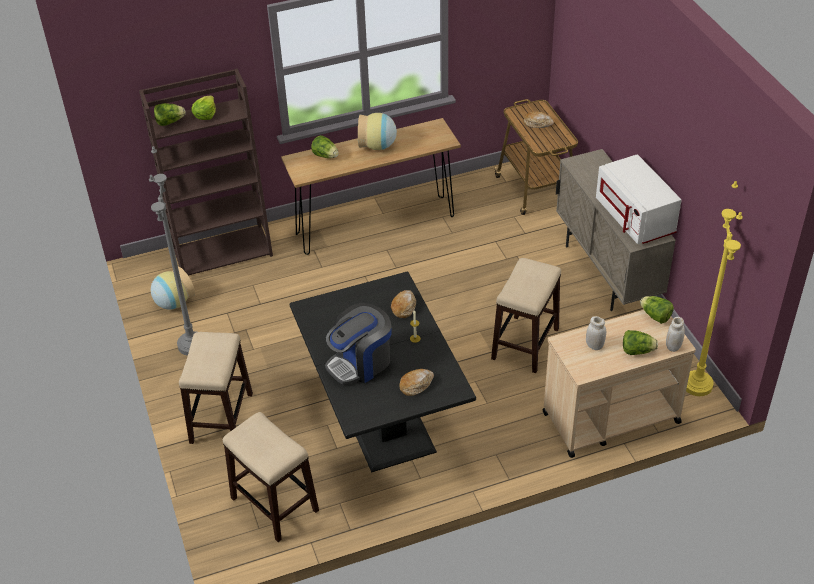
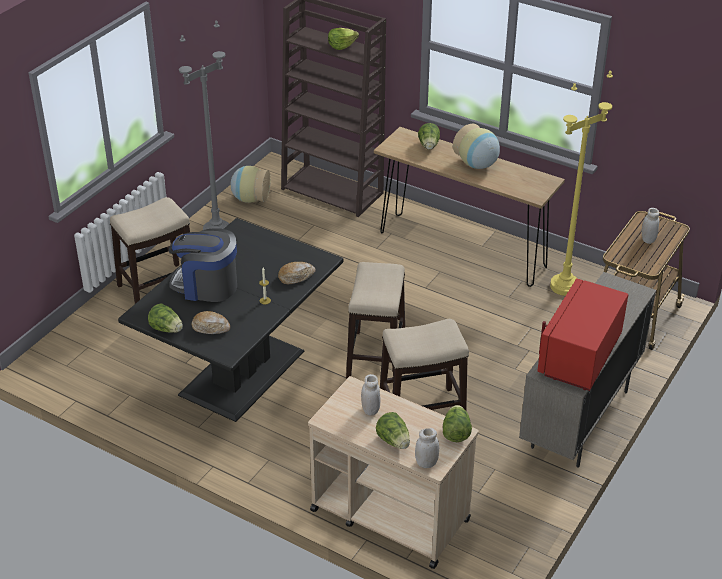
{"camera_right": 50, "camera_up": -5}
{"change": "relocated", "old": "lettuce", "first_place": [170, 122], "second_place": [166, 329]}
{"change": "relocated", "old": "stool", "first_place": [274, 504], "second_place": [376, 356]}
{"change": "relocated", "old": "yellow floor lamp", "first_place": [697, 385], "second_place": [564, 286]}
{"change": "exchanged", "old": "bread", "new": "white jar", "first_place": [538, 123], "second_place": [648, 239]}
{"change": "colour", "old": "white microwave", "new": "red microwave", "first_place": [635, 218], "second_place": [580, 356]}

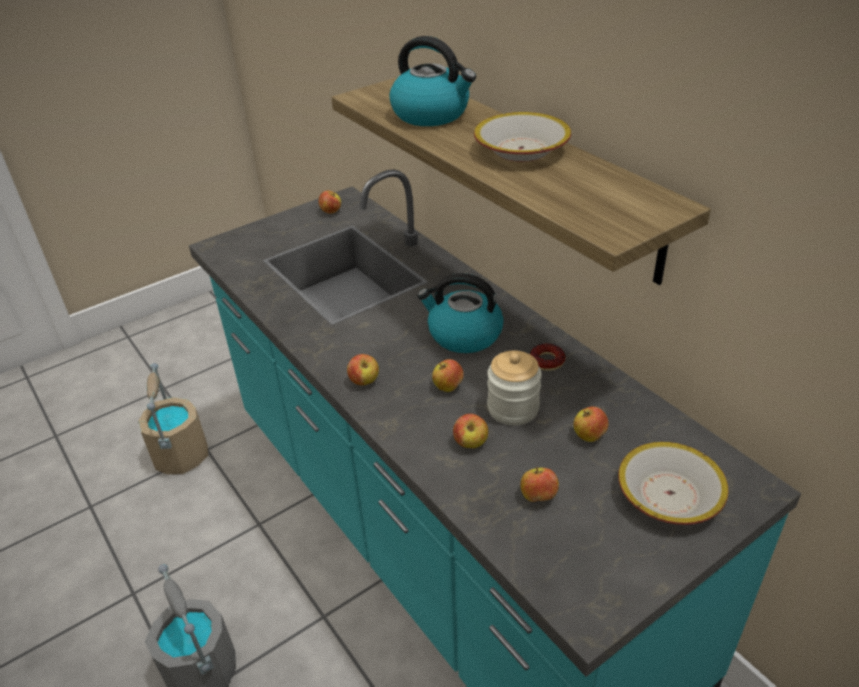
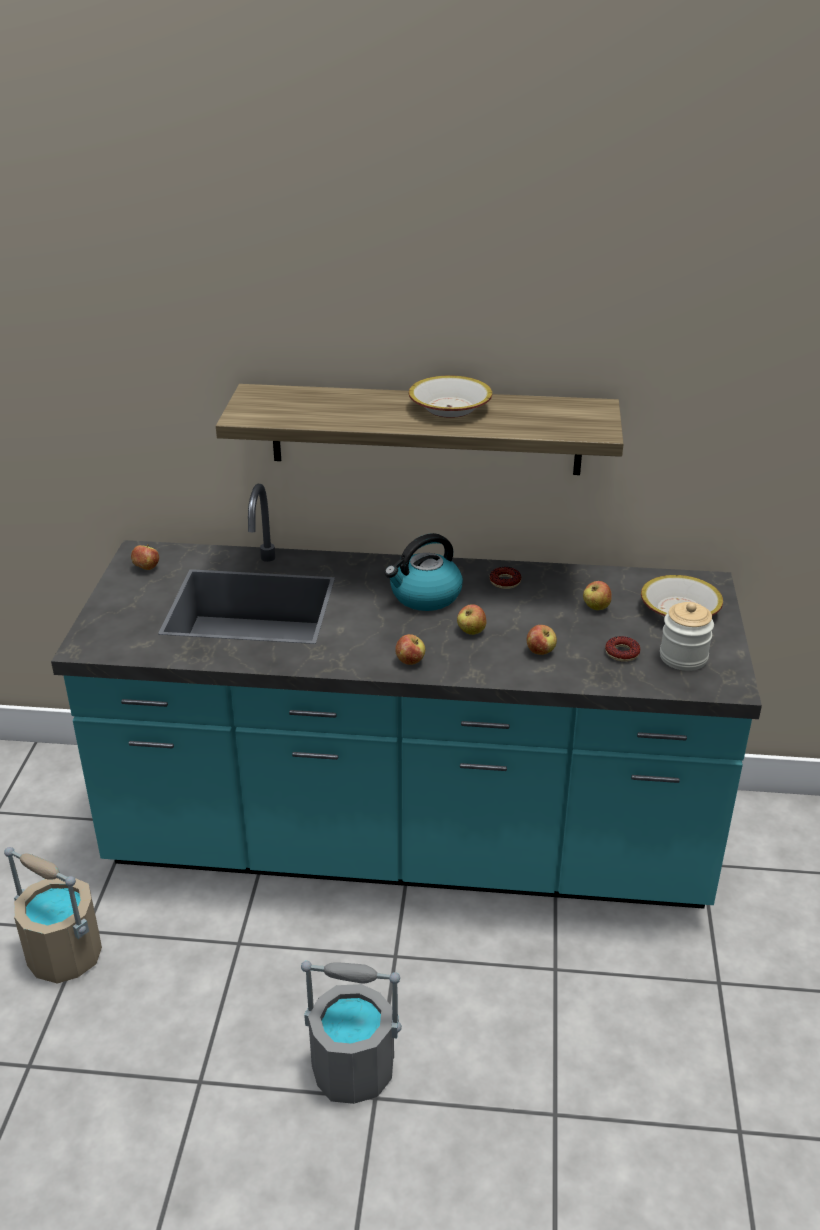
{"camera_right": -50, "camera_up": -5}
{"change": "missing", "old": "kettle", "first_place": [432, 114]}
{"change": "relocated", "old": "jar", "first_place": [513, 408], "second_place": [683, 657]}
{"change": "exchanged", "old": "apple", "new": "donut", "first_place": [538, 496], "second_place": [622, 653]}

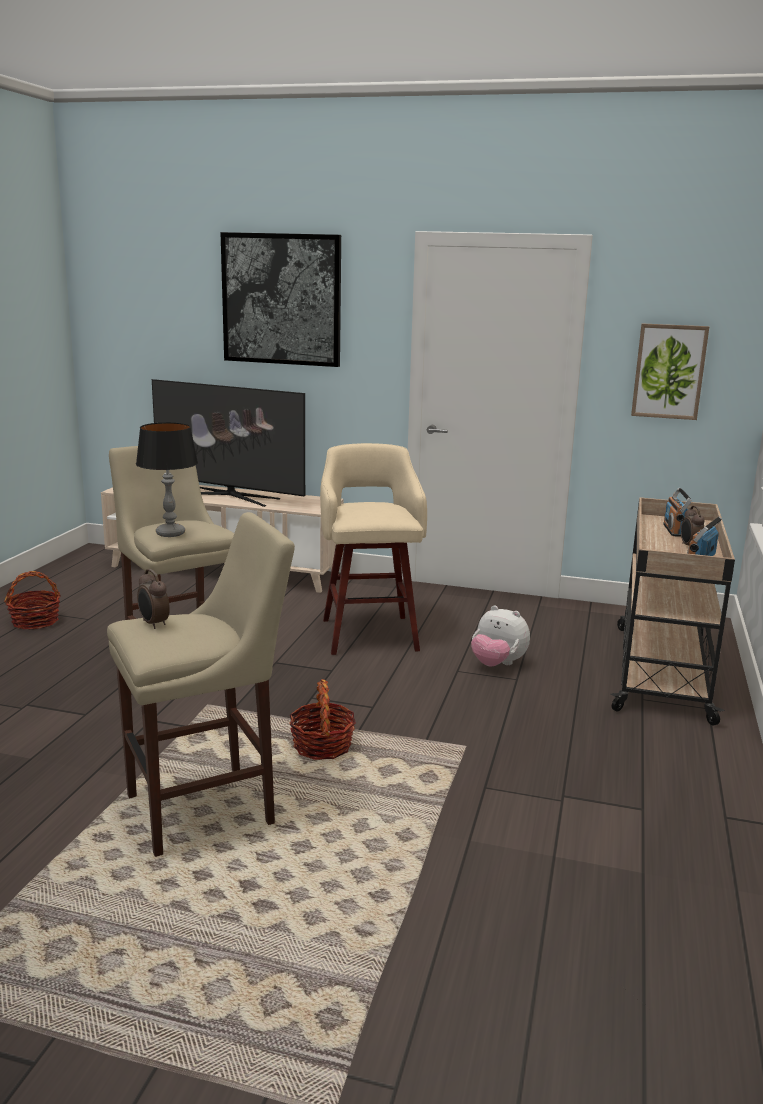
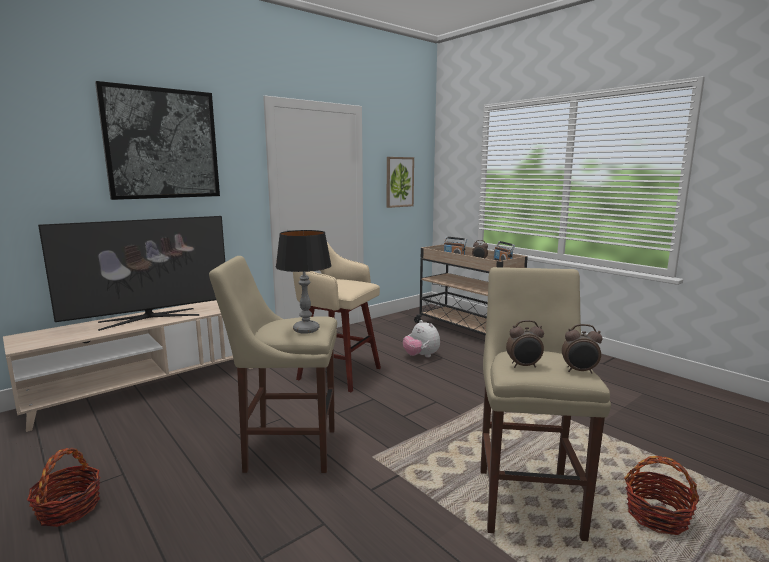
{"camera_right": -55, "camera_up": -5}
{"change": "appeared", "new": "alarm clock", "second_place": [579, 371]}
{"change": "relocated", "old": "basket", "first_place": [322, 746], "second_place": [657, 516]}
{"change": "spun", "old": "plush toy", "first_place": [497, 664], "second_place": [421, 356], "degrees": 75}

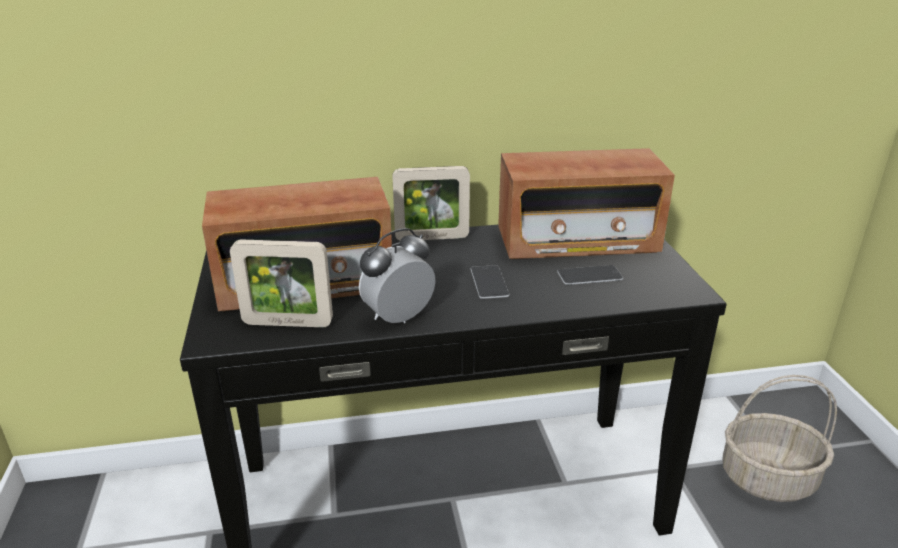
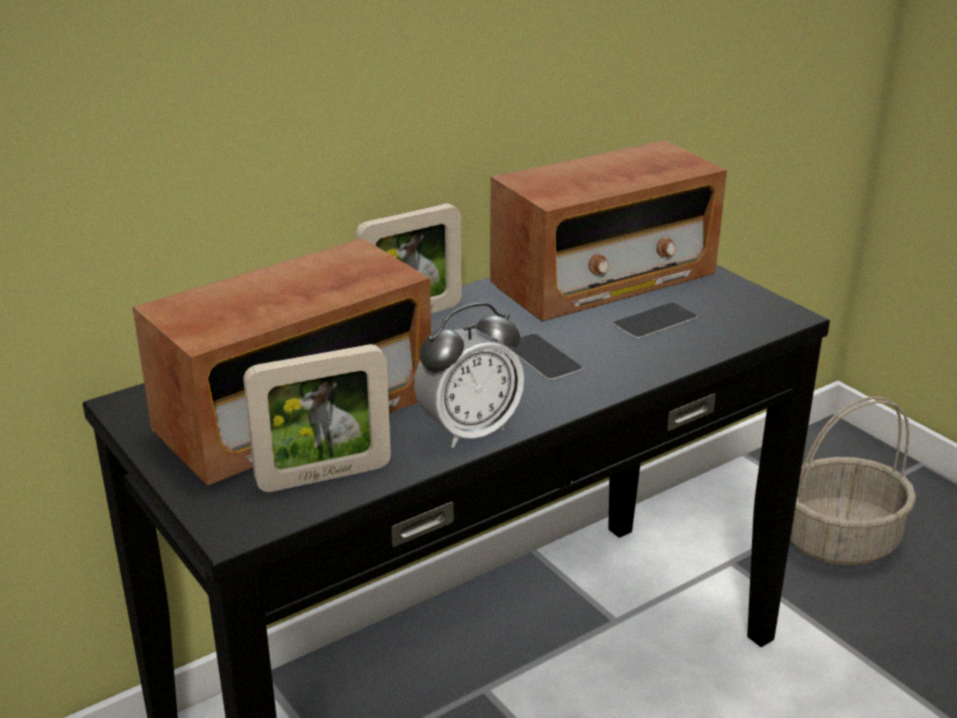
{"camera_right": -25, "camera_up": 0}
{"change": "spun", "old": "alarm clock", "first_place": [399, 318], "second_place": [469, 431], "degrees": -150}

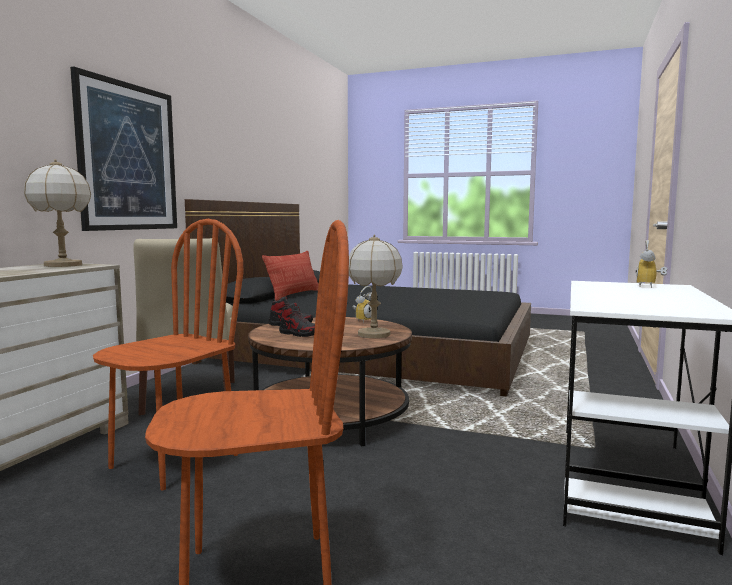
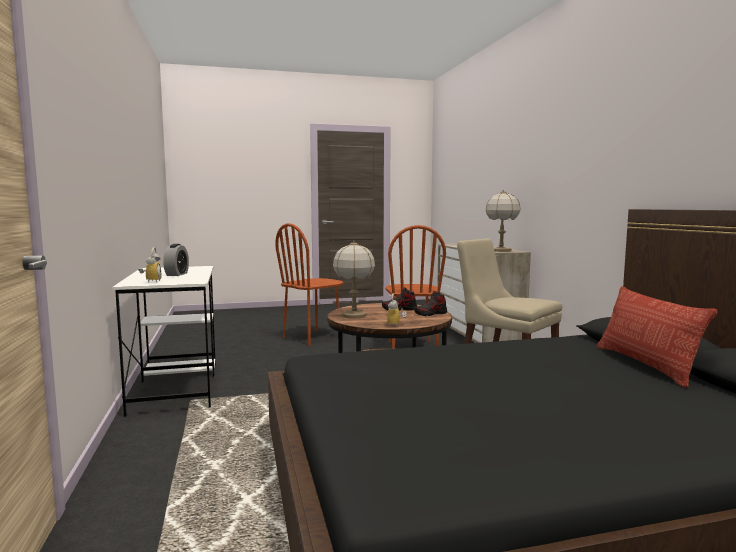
{"camera_right": 145, "camera_up": 0}
{"change": "missing", "old": "picture", "first_place": [128, 157]}
{"change": "appeared", "new": "alarm clock", "second_place": [177, 274]}

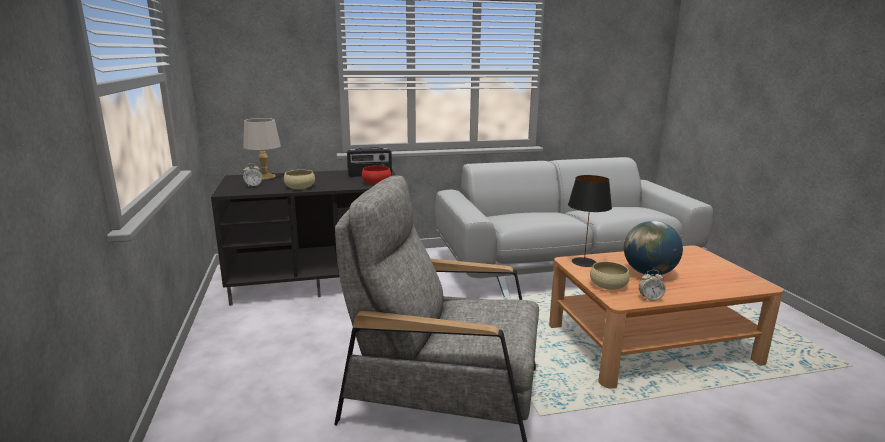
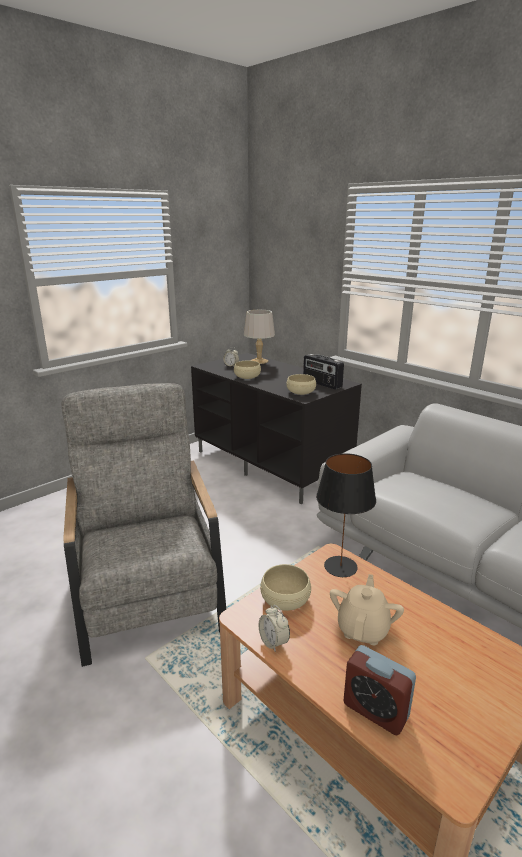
{"camera_right": 60, "camera_up": 5}
{"change": "appeared", "new": "alarm clock", "second_place": [375, 710]}
{"change": "exchanged", "old": "globe", "new": "beige teapot", "first_place": [649, 273], "second_place": [363, 629]}
{"change": "colour", "old": "red bowl", "new": "beige bowl", "first_place": [376, 182], "second_place": [300, 392]}

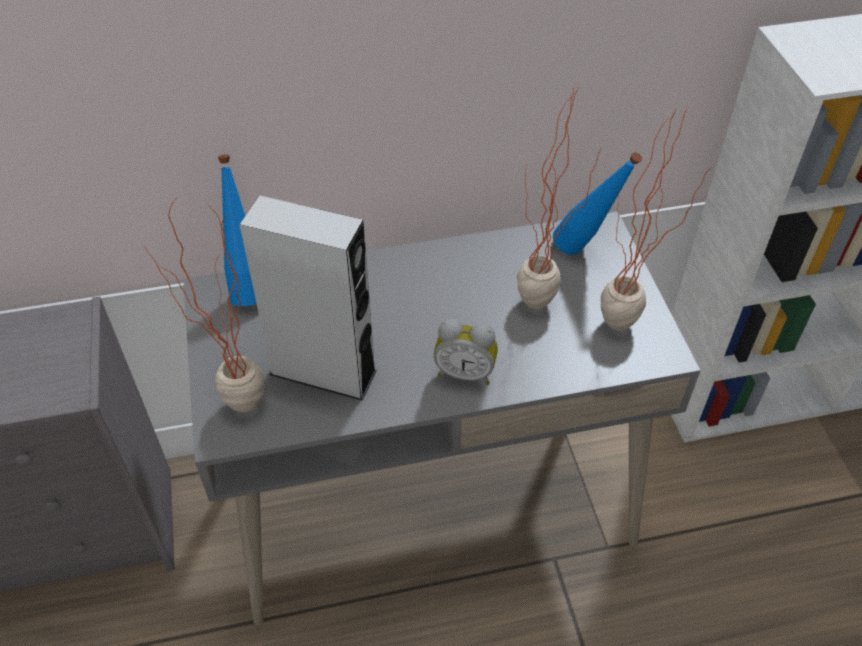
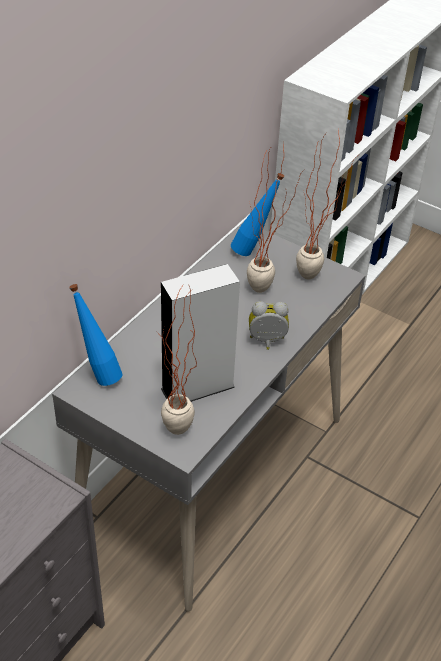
{"camera_right": -45, "camera_up": -5}
{"change": "spun", "old": "alarm clock", "first_place": [465, 372], "second_place": [267, 342], "degrees": -150}

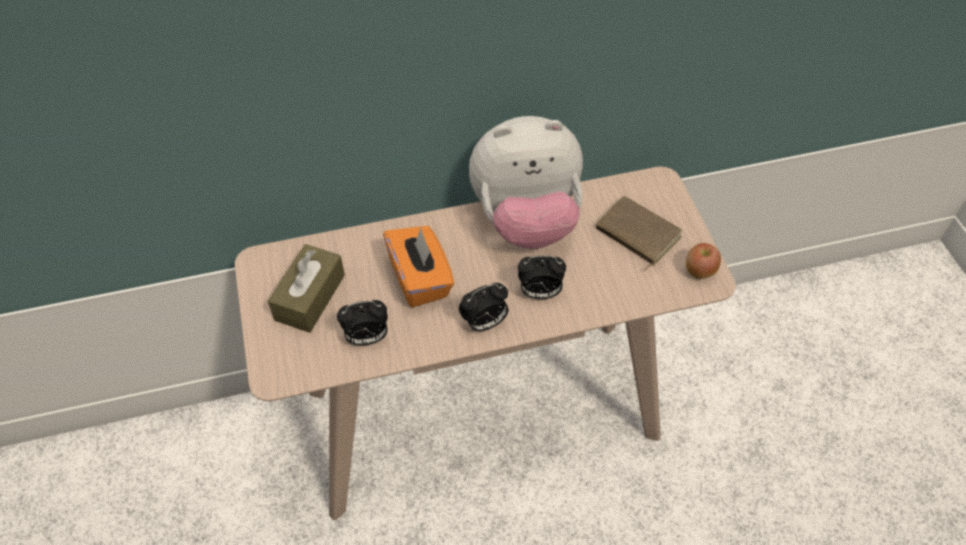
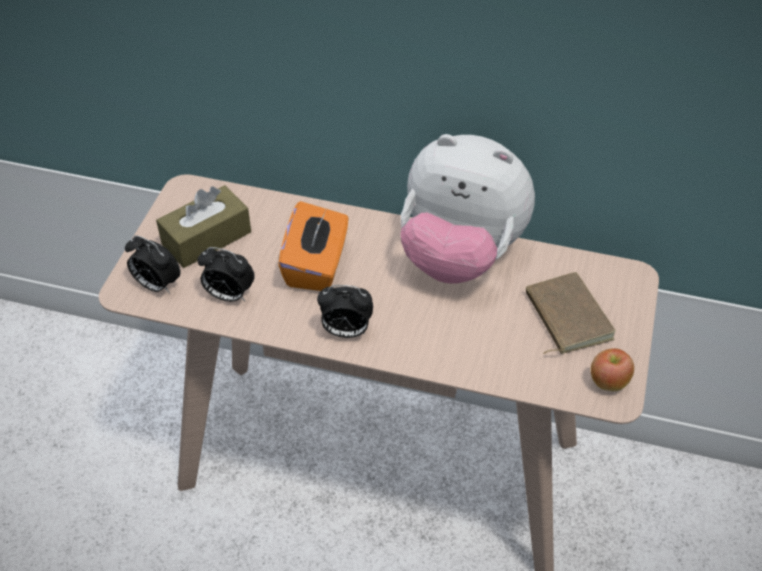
{"camera_right": 30, "camera_up": -5}
{"change": "relocated", "old": "alarm clock", "first_place": [539, 293], "second_place": [156, 285]}

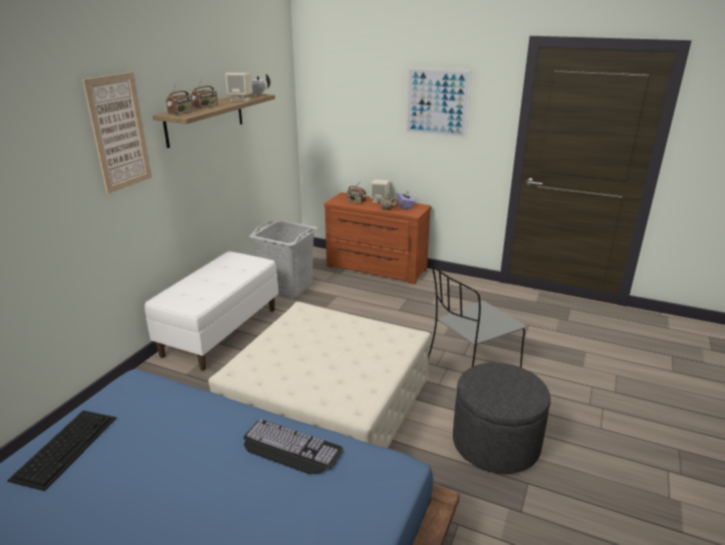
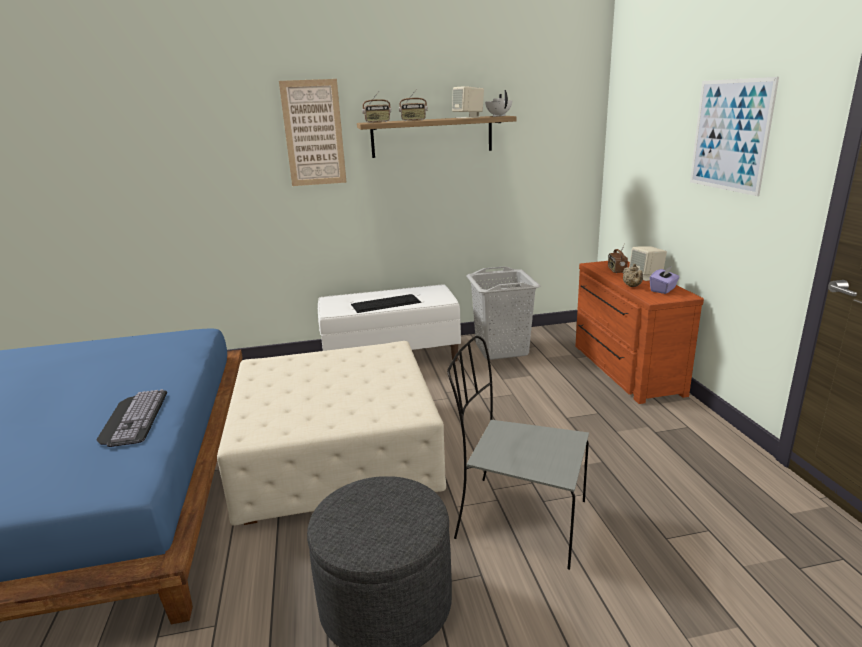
{"camera_right": 55, "camera_up": -5}
{"change": "relocated", "old": "keyboard", "first_place": [66, 446], "second_place": [386, 303]}

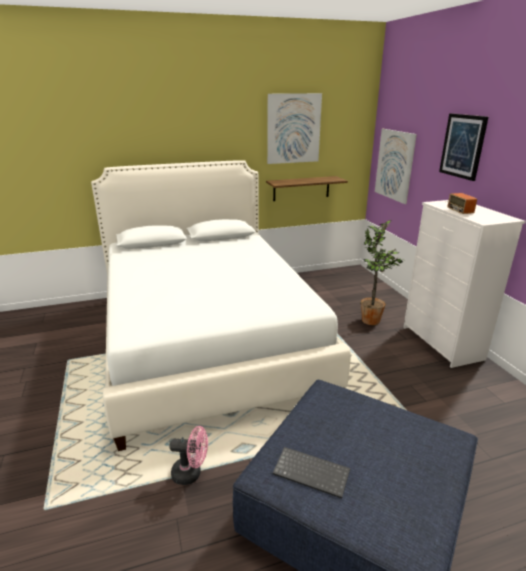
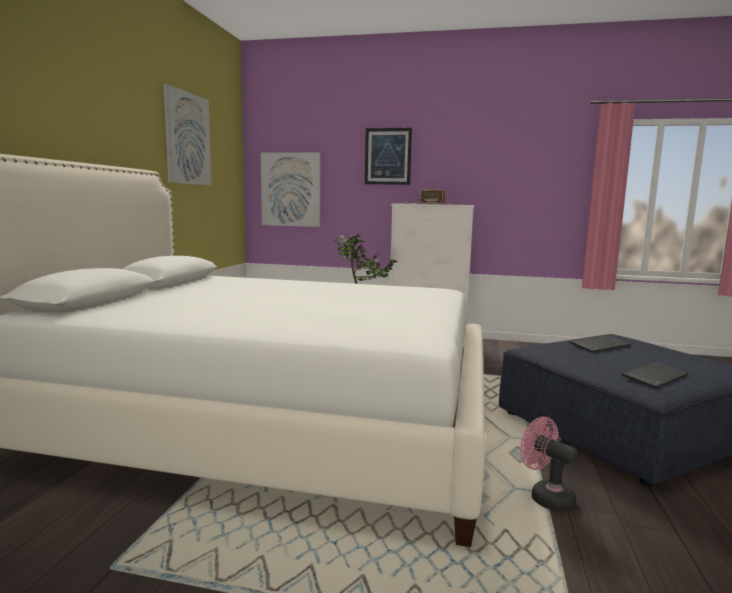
{"camera_right": -60, "camera_up": -15}
{"change": "missing", "old": "shelf", "first_place": [301, 188]}
{"change": "appeared", "new": "keyboard", "second_place": [599, 345]}
{"change": "spun", "old": "pink fan", "first_place": [191, 473], "second_place": [546, 497], "degrees": -75}

